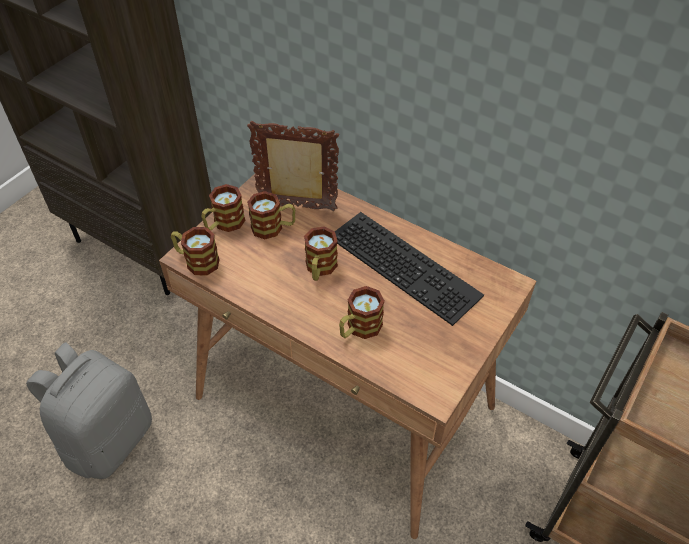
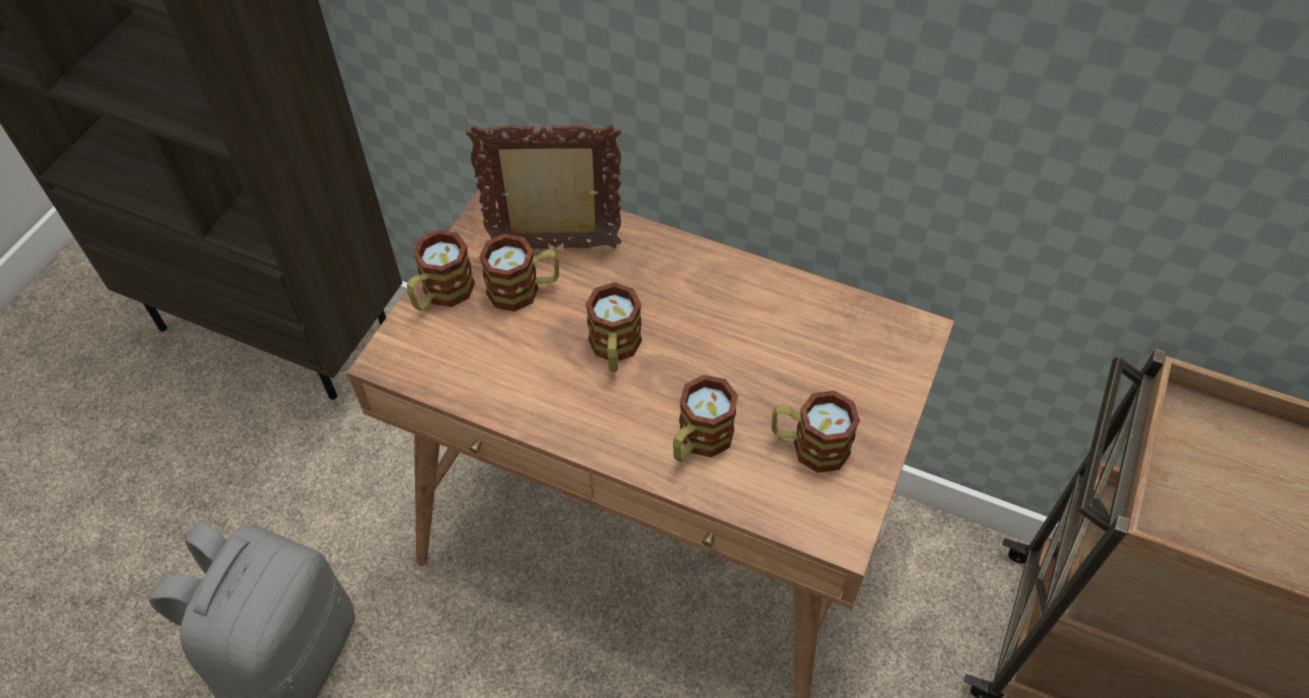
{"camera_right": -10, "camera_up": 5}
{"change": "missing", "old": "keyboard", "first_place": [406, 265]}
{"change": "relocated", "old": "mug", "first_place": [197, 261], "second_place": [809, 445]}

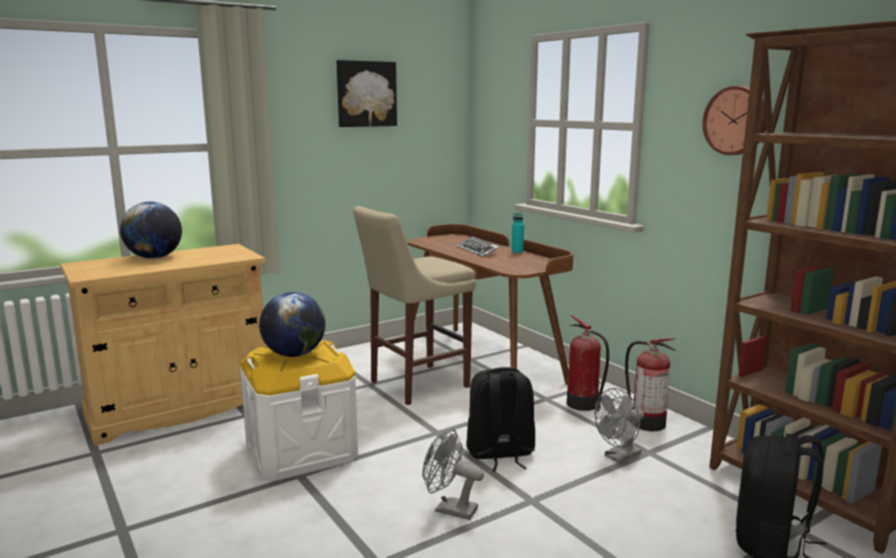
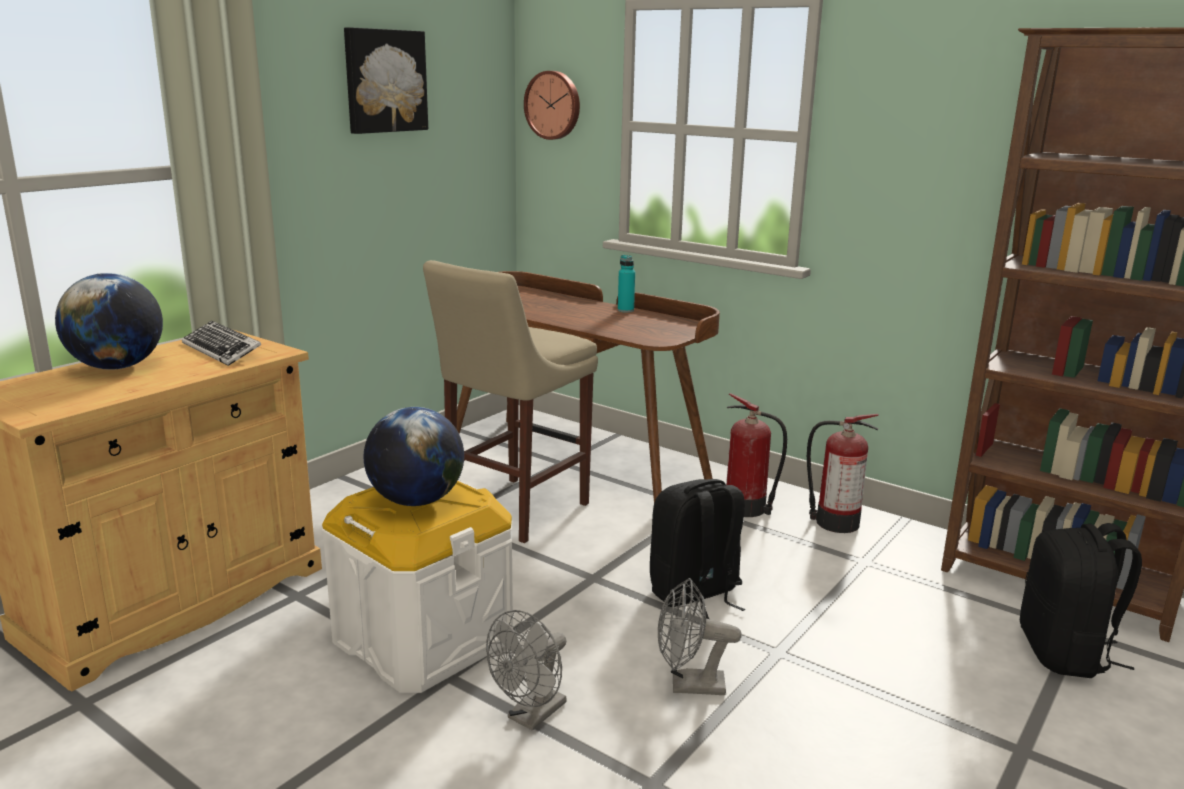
{"camera_right": -20, "camera_up": 5}
{"change": "relocated", "old": "keyboard", "first_place": [478, 250], "second_place": [222, 350]}
{"change": "relocated", "old": "grey fan", "first_place": [619, 457], "second_place": [531, 716]}
{"change": "relocated", "old": "wall clock", "first_place": [736, 120], "second_place": [553, 105]}

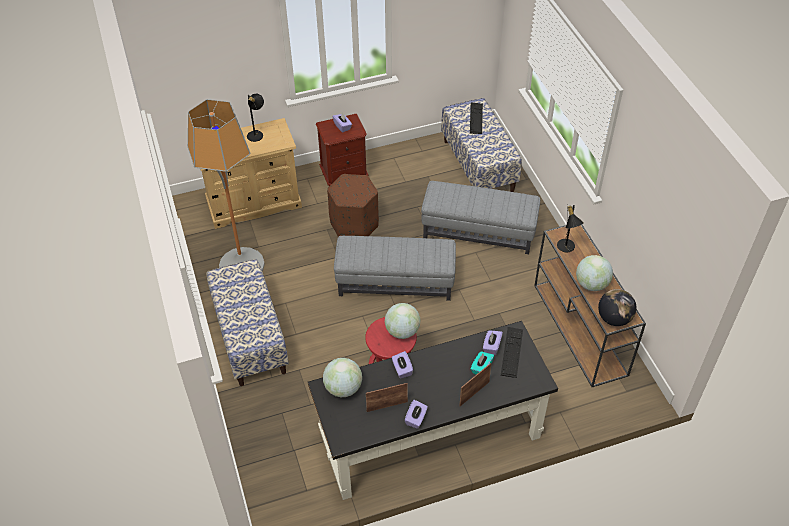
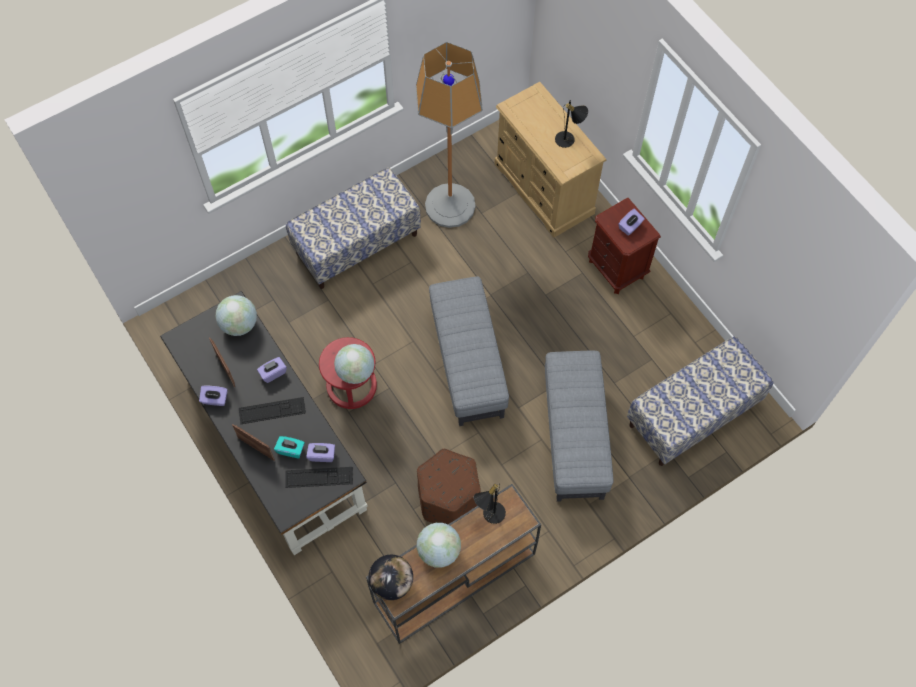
{"camera_right": 75, "camera_up": 15}
{"change": "relocated", "old": "brown ottoman", "first_place": [354, 224], "second_place": [449, 500]}
{"change": "relocated", "old": "keyboard", "first_place": [476, 118], "second_place": [272, 410]}

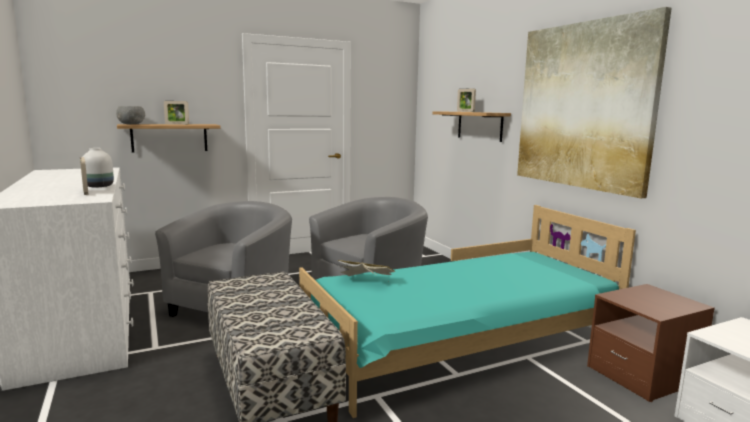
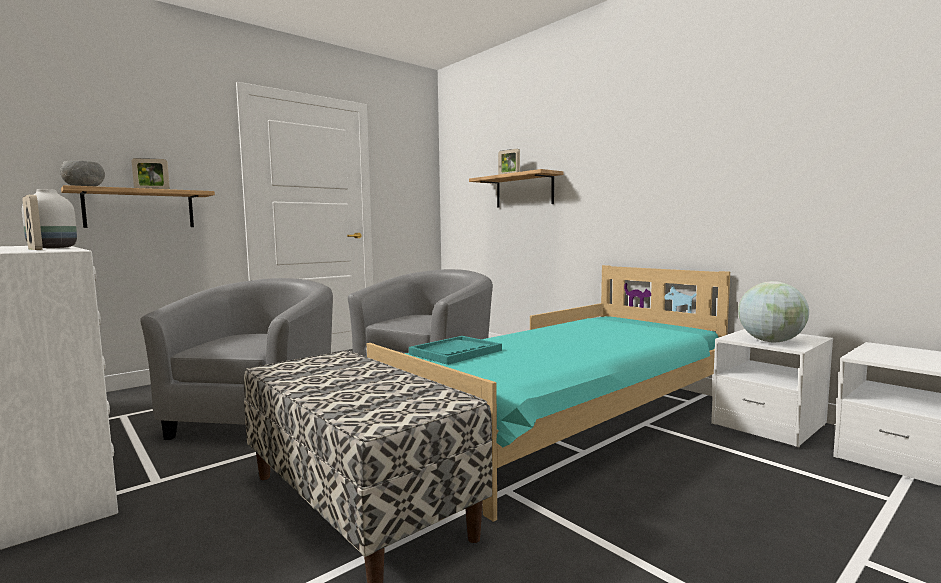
{"camera_right": -15, "camera_up": -5}
{"change": "missing", "old": "picture", "first_place": [583, 106]}
{"change": "appeared", "new": "globe", "second_place": [770, 341]}
{"change": "exchanged", "old": "book", "new": "turquoise tray", "first_place": [365, 281], "second_place": [455, 352]}
{"change": "colour", "old": "brown nightstand", "new": "white nightstand", "first_place": [642, 375], "second_place": [768, 424]}

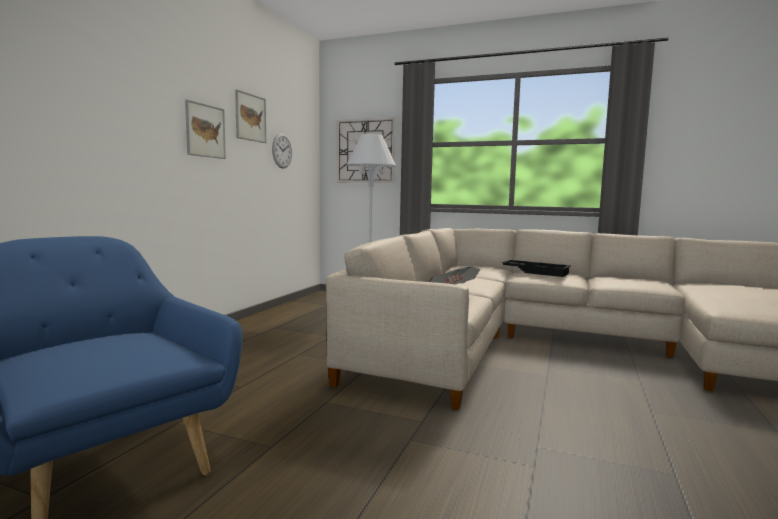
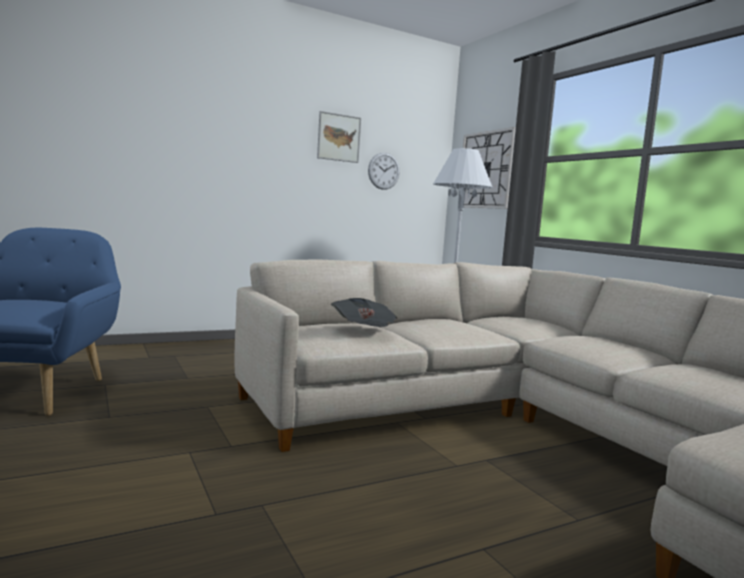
{"camera_right": 40, "camera_up": 0}
{"change": "missing", "old": "picture", "first_place": [205, 131]}
{"change": "missing", "old": "black tray", "first_place": [536, 272]}

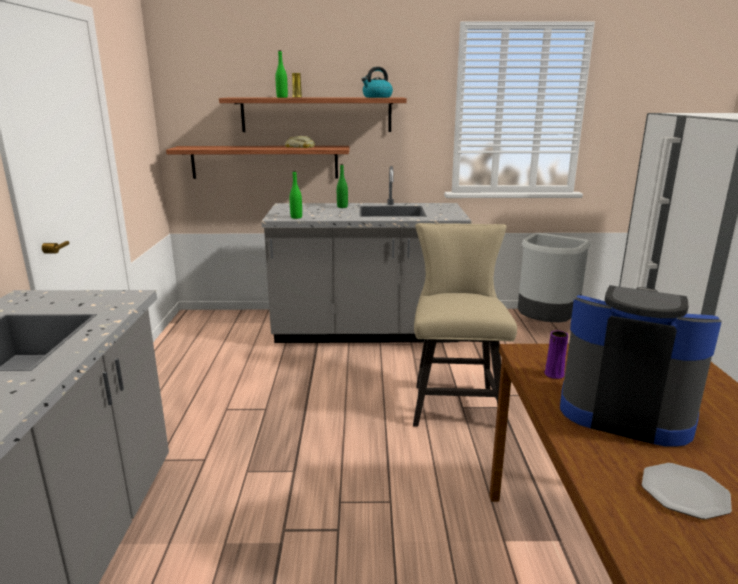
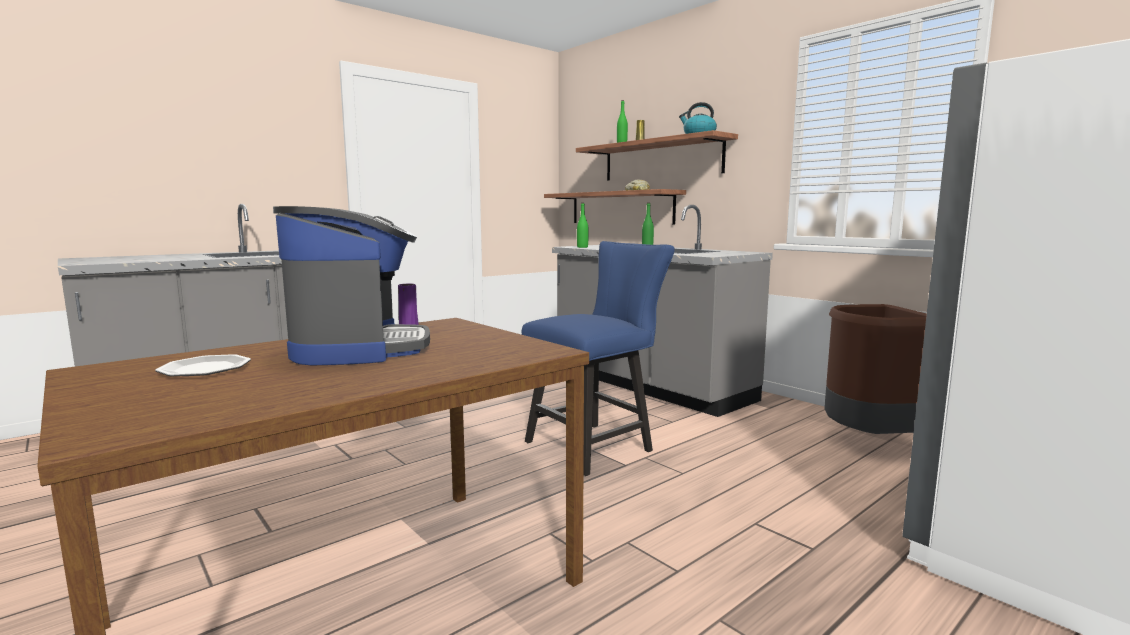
{"camera_right": 50, "camera_up": -10}
{"change": "colour", "old": "beige chair", "new": "blue chair", "first_place": [455, 402], "second_place": [596, 445]}
{"change": "colour", "old": "grey trash can", "new": "brown trash can", "first_place": [544, 326], "second_place": [867, 440]}

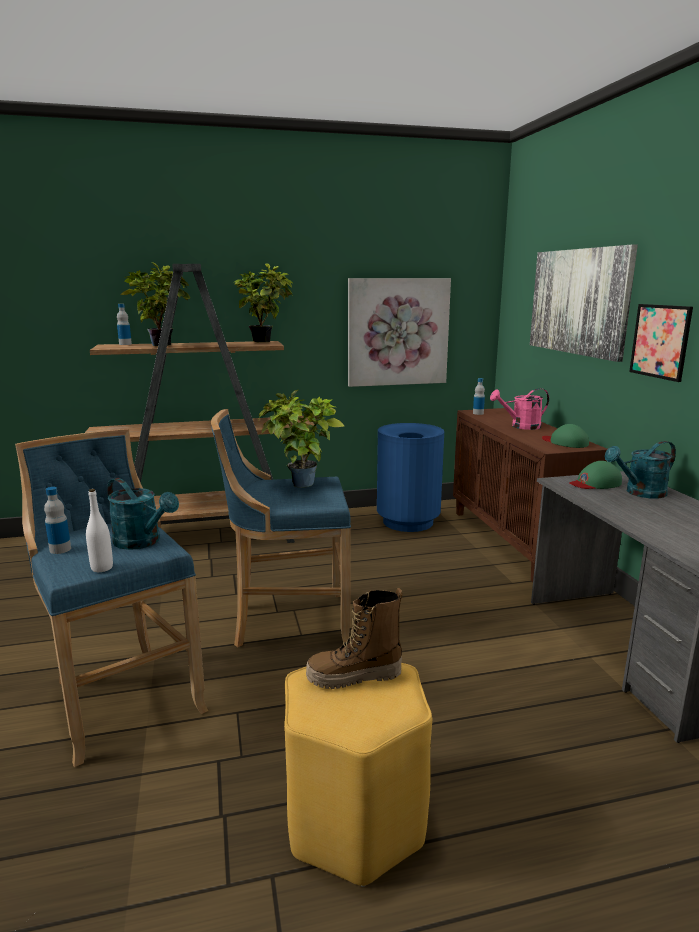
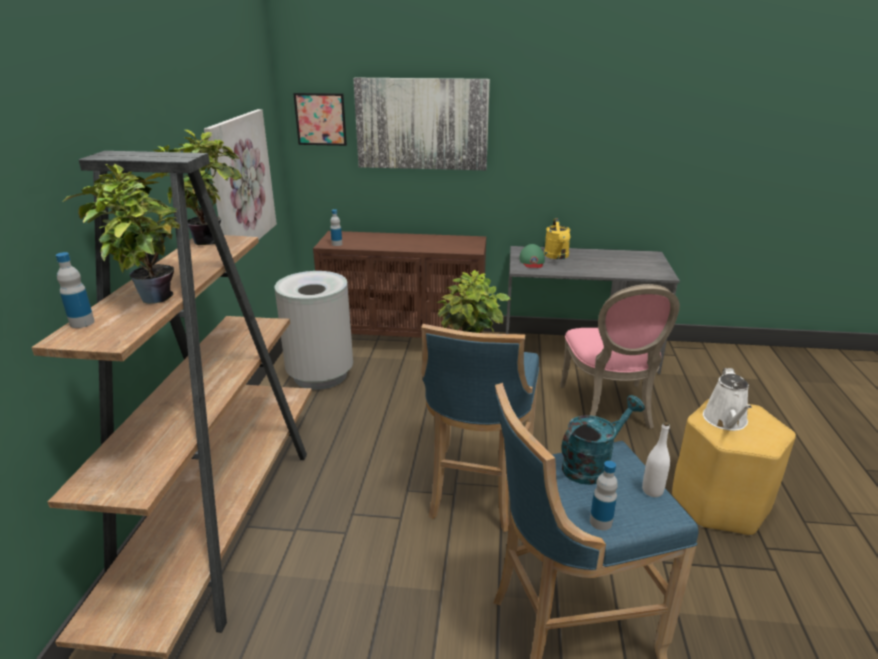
{"camera_right": -70, "camera_up": 10}
{"change": "missing", "old": "pink watering can", "first_place": [521, 426]}
{"change": "missing", "old": "green cap", "first_place": [565, 442]}
{"change": "appeared", "new": "pink chair", "second_place": [609, 408]}
{"change": "relocated", "old": "picture", "first_place": [660, 341], "second_place": [320, 119]}
{"change": "exchanged", "old": "boot", "new": "white watering can", "first_place": [354, 677], "second_place": [726, 421]}
{"change": "colour", "old": "blue trash can", "new": "grey trash can", "first_place": [407, 522], "second_place": [320, 375]}
{"change": "colour", "old": "turquoise watering can", "new": "yellow watering can", "first_place": [640, 493], "second_place": [557, 256]}

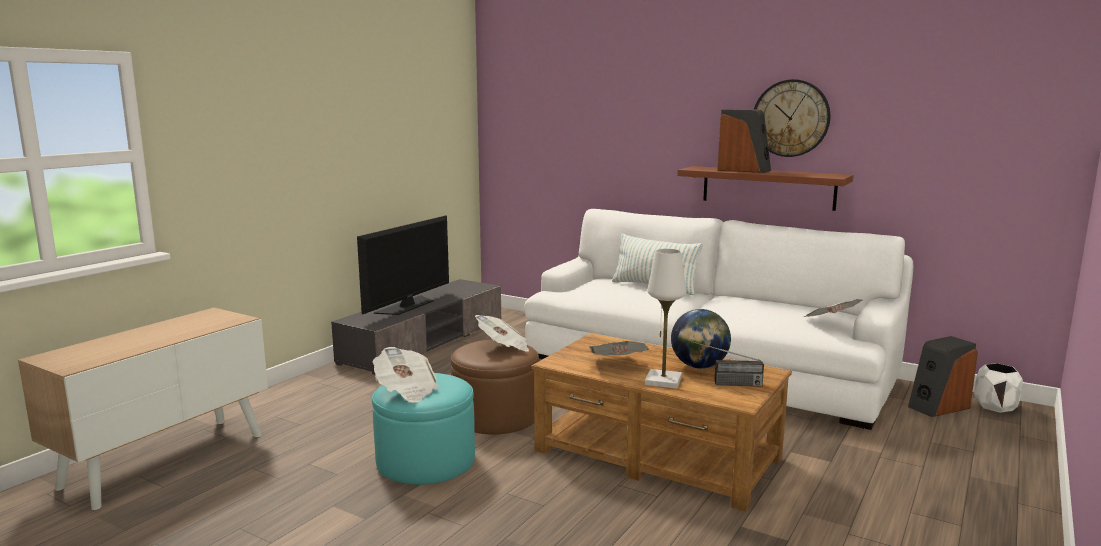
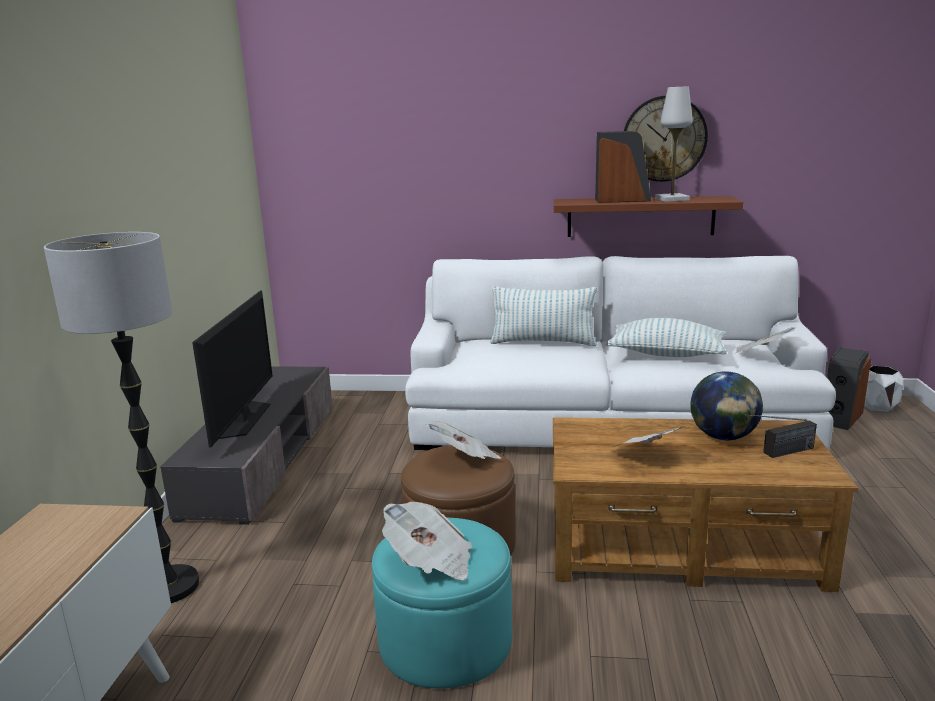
{"camera_right": -25, "camera_up": 5}
{"change": "appeared", "new": "floor lamp", "second_place": [169, 586]}
{"change": "appeared", "new": "pillow", "second_place": [666, 354]}
{"change": "relocated", "old": "white table lamp", "first_place": [663, 381], "second_place": [672, 199]}

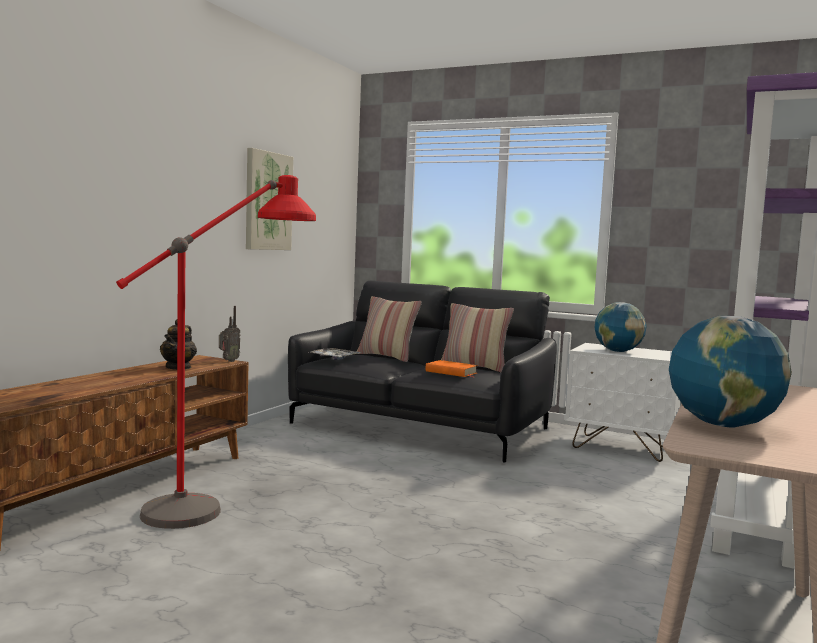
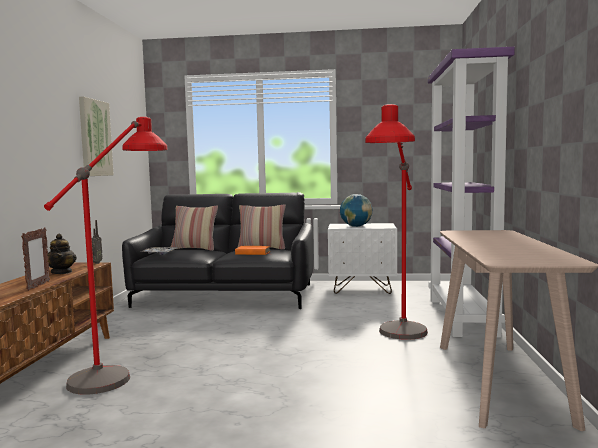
{"camera_right": -20, "camera_up": 0}
{"change": "missing", "old": "globe", "first_place": [723, 425]}
{"change": "appeared", "new": "picture frame", "second_place": [38, 286]}
{"change": "appeared", "new": "red floor lamp", "second_place": [398, 342]}

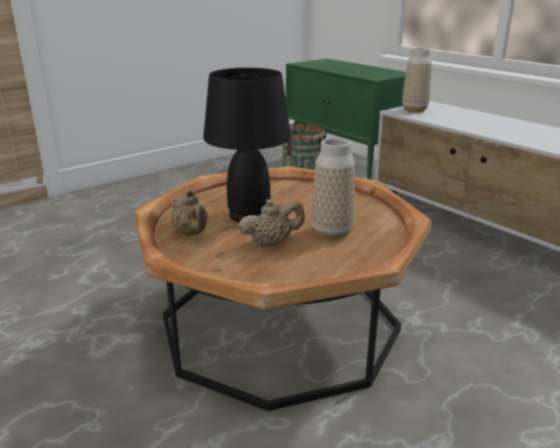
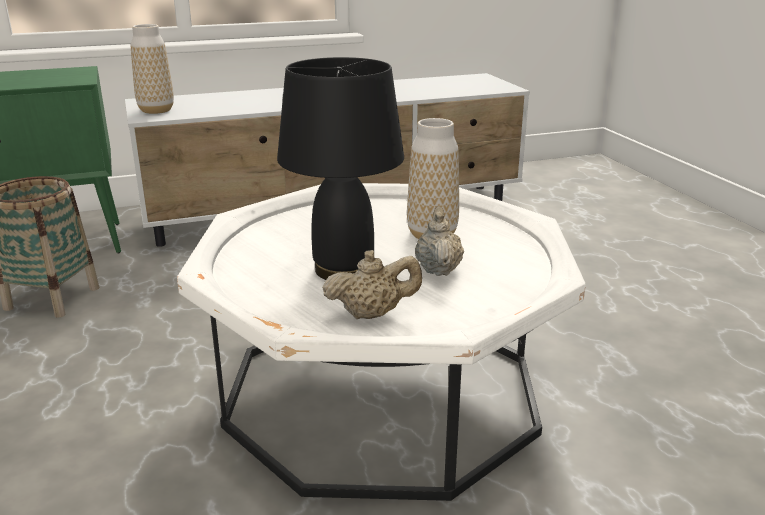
{"camera_right": -70, "camera_up": 0}
{"change": "colour", "old": "brown coffee table", "new": "white coffee table", "first_place": [280, 324], "second_place": [382, 392]}

